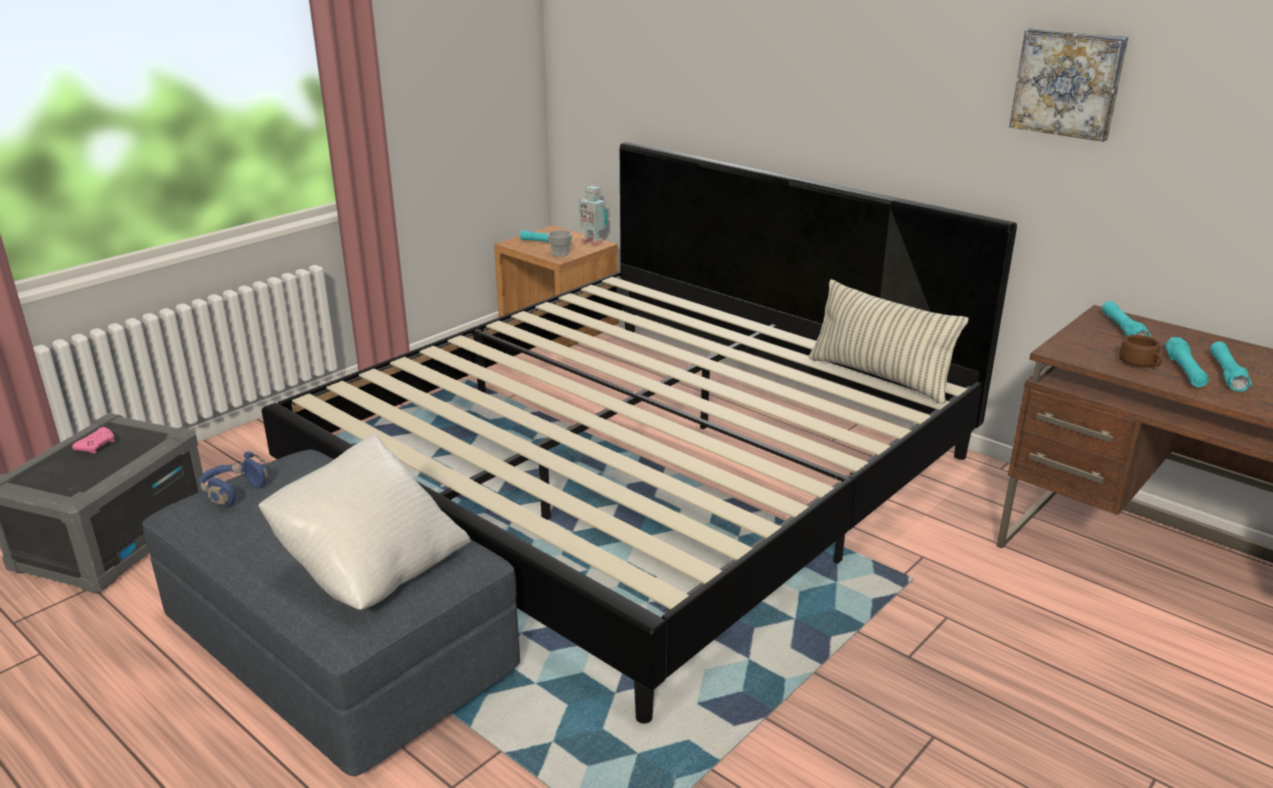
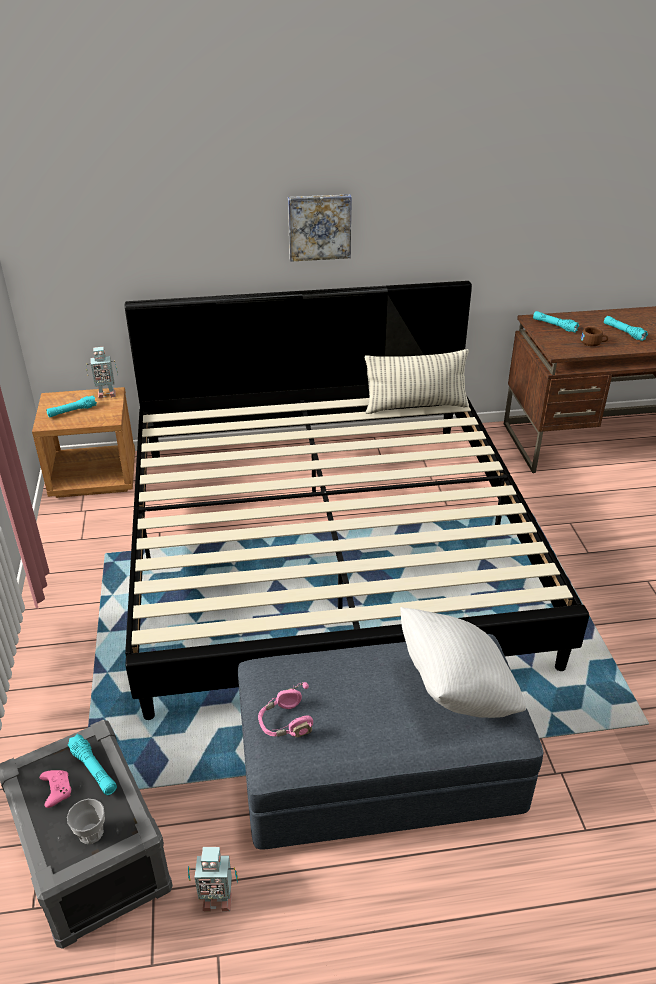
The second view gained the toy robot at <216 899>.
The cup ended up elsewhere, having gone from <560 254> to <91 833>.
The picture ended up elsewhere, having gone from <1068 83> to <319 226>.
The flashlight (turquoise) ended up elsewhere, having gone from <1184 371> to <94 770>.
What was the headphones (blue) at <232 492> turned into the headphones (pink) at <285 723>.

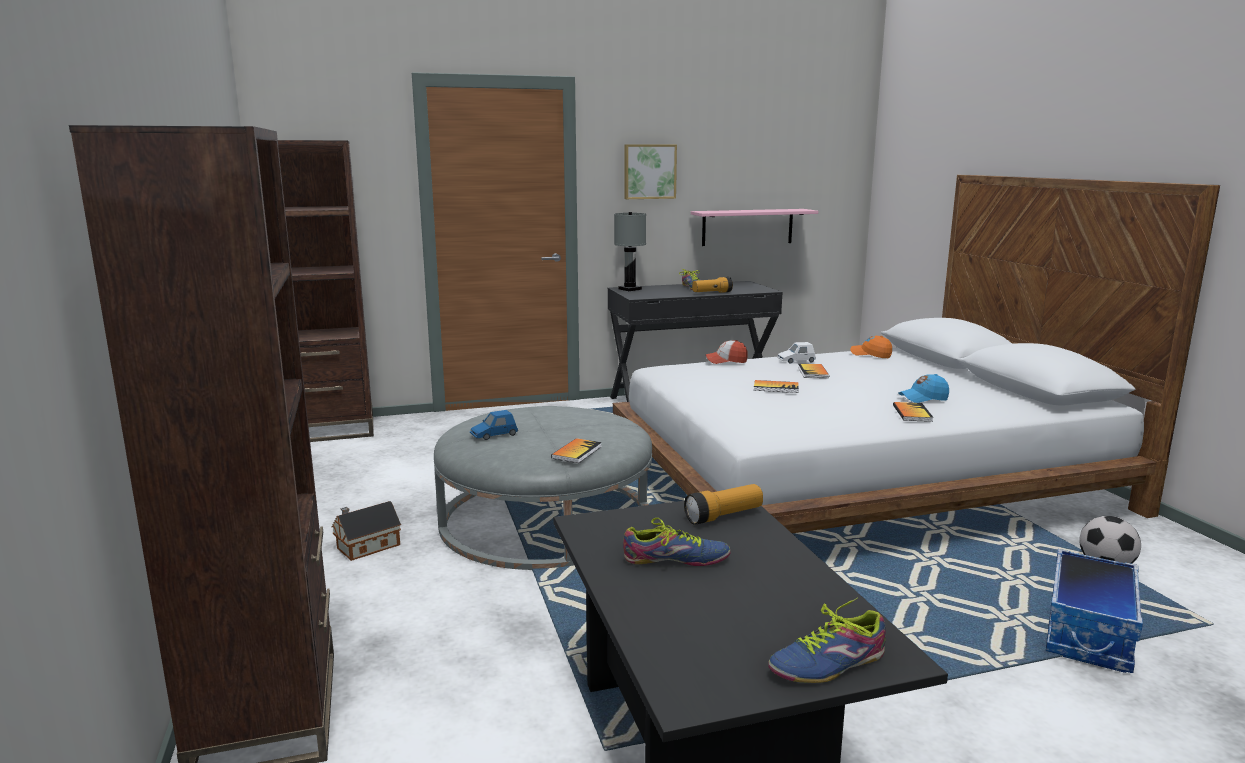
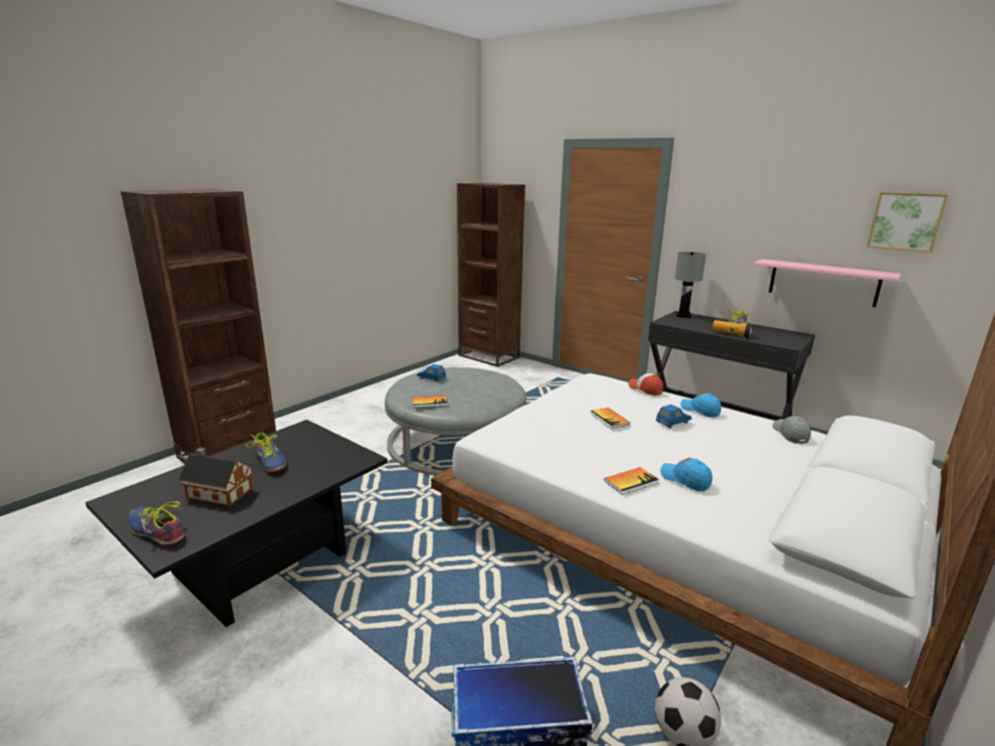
The second view lost the flashlight at <724 516>.
The toy house ended up elsewhere, having gone from <366 547> to <218 492>.
The picture ended up elsewhere, having gone from <649 171> to <906 221>.
Where the toy car (white) stood at <796 361>, the cap (blue) came to stand at <700 410>.
Where the book stood at <813 372>, the toy car (blue) came to stand at <673 422>.
What was the cap (orange) at <871 354> turned into the cap (grey) at <790 434>.

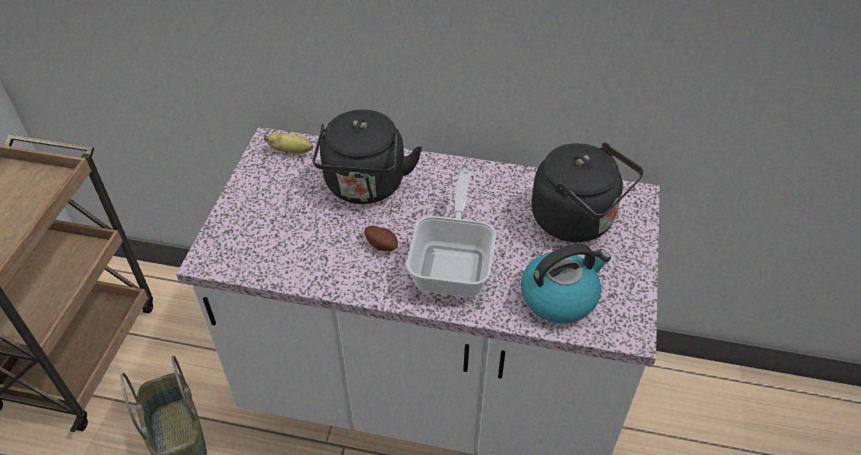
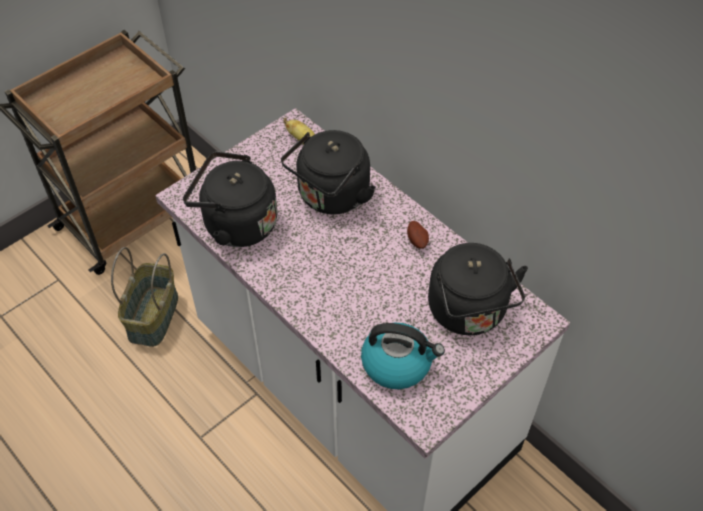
The second view lost the frying pan at <454 263>.
The second view gained the kettle (black) at <236 224>.
The potato ended up elsewhere, having gone from <382 245> to <417 240>.

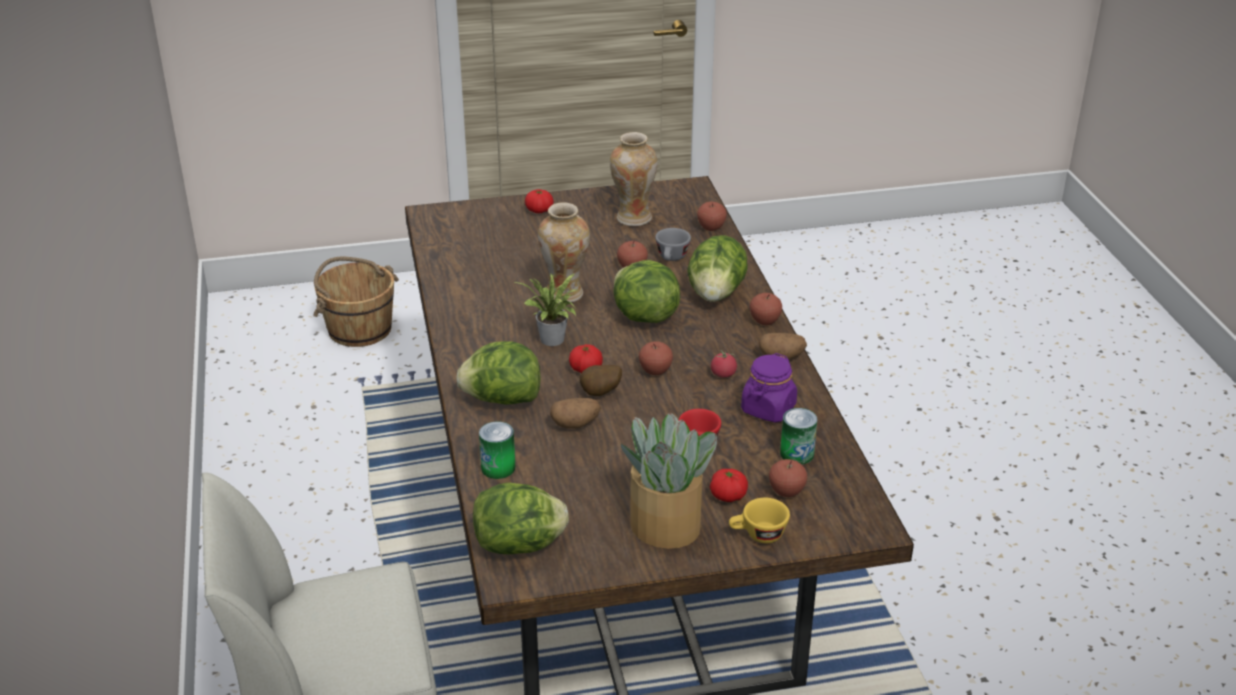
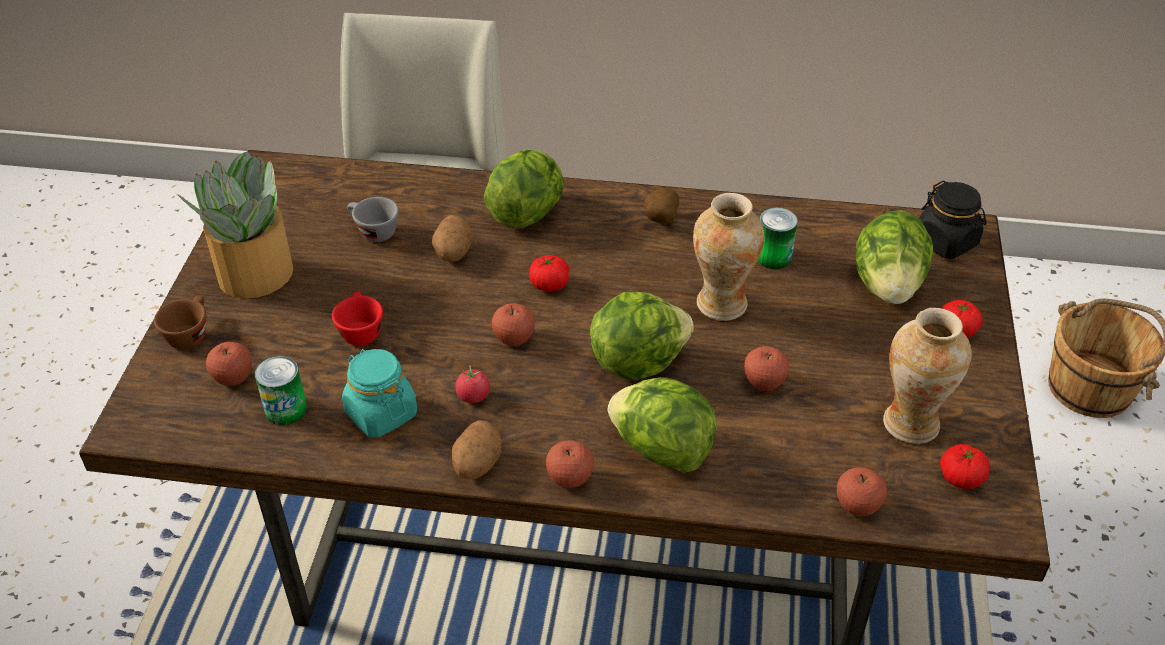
The second view lost the potted plant at <552 341>.
The second view gained the jar (black) at <946 242>.
The lettuce ended up elsewhere, having gone from <520 545> to <888 285>.
The can ended up elsewhere, having gone from <498 468> to <773 257>.
The potato ended up elsewhere, having gone from <601 394> to <659 220>.
The cup (grey) ended up elsewhere, having gone from <672 258> to <372 231>.
The tomato ended up elsewhere, having gone from <728 496> to <961 477>.
What was the cup (yellow) at <758 535> turned into the cup (brown) at <189 333>.
What was the jar (purple) at <768 409> turned into the jar (turquoise) at <381 413>.

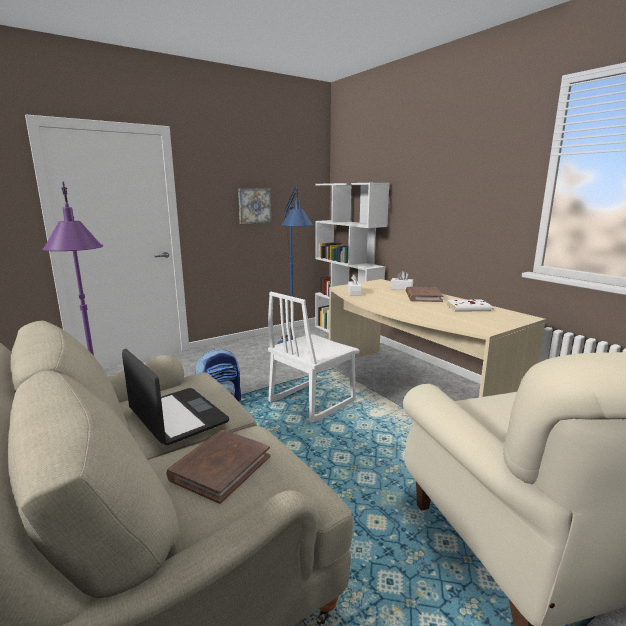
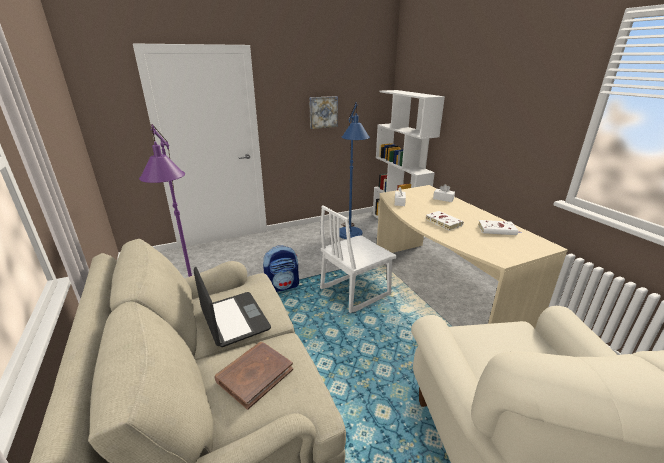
The second view lost the book (brown) at <423 297>.
The second view gained the book (white) at <442 222>.

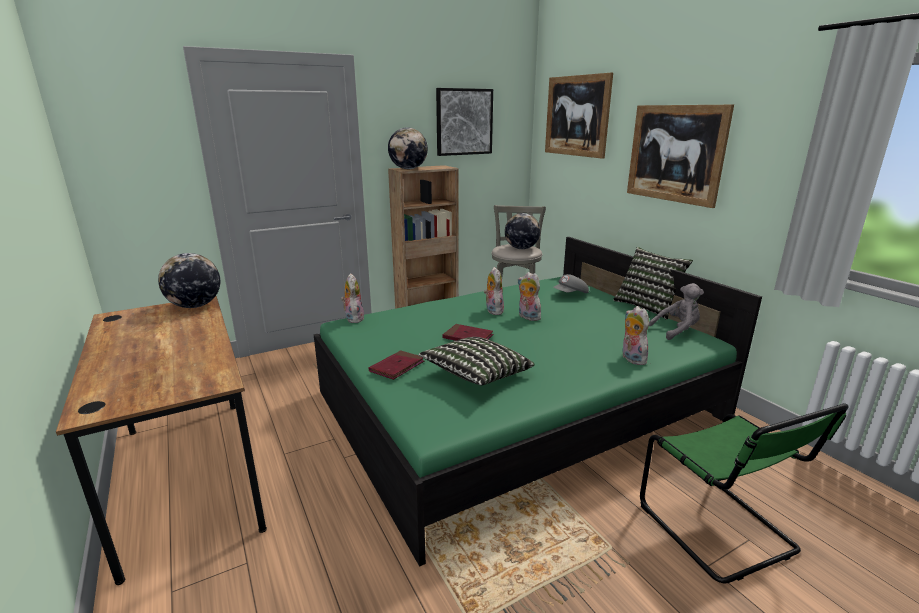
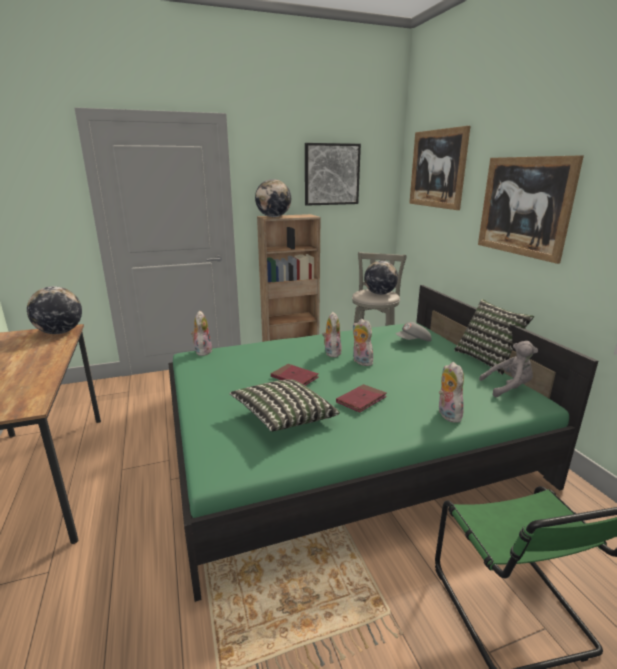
The book (red) ended up elsewhere, having gone from <397 367> to <361 400>.

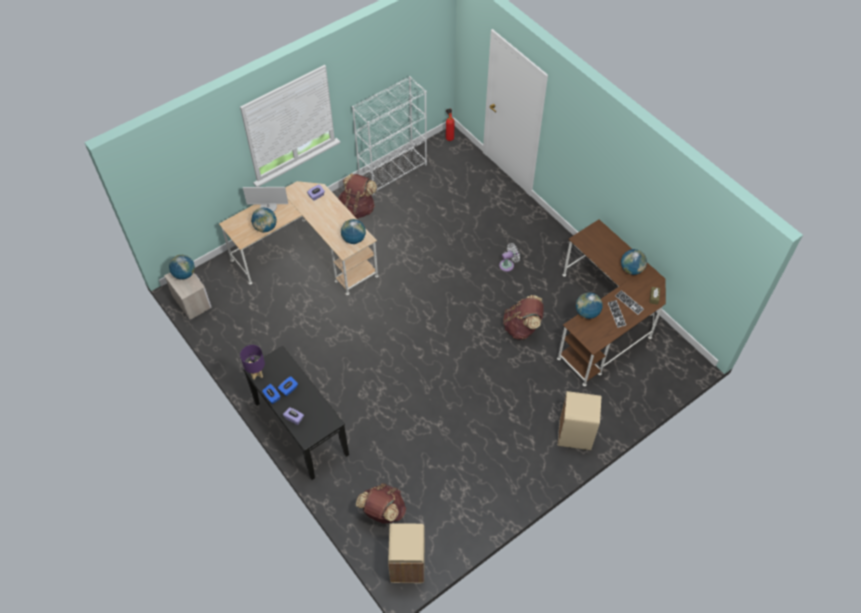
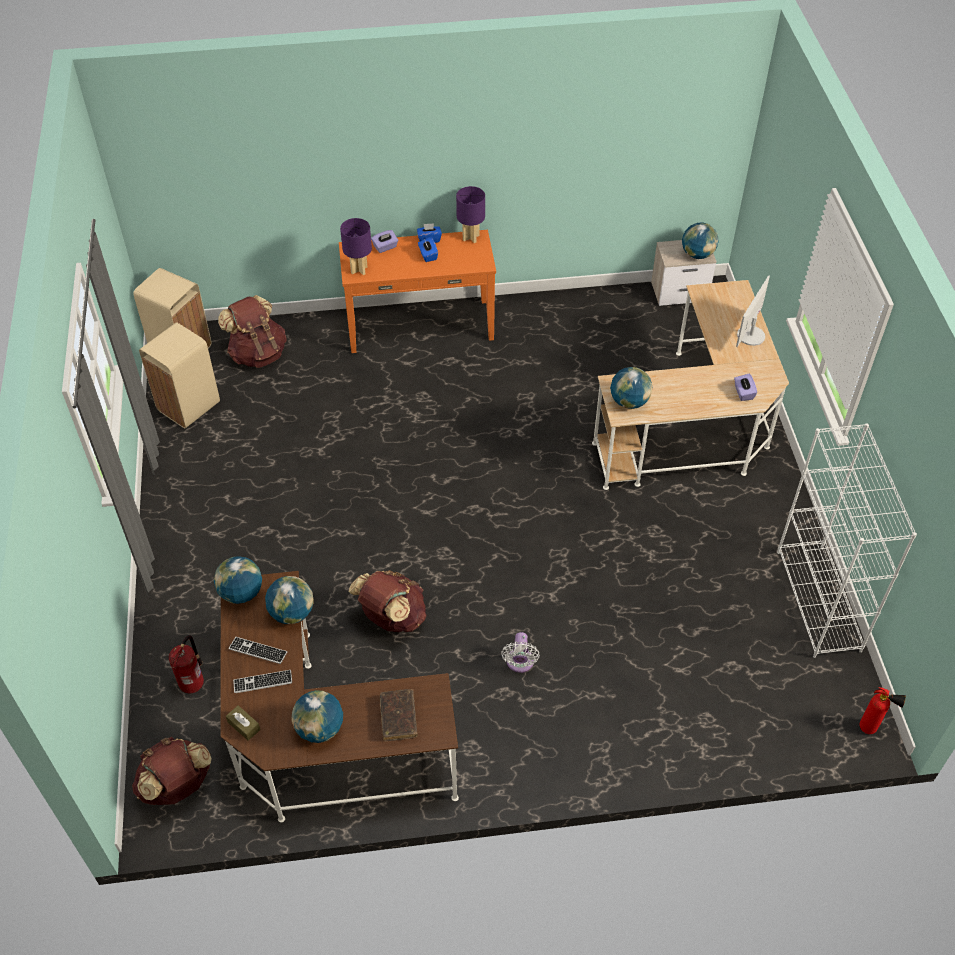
The second view gained the fire extinguisher at <192 682>.
The second view gained the table lamp (purple) at <359 269>.
The second view gained the book (brown) at <398 718>.
The globe ended up elsewhere, having gone from <265 227> to <241 593>.
The backpack (brown) ended up elsewhere, having gone from <358 208> to <178 786>.
The trash can (beige) ended up elsewhere, having gone from <575 435> to <188 406>.
What was the console table (black) at <300 429> turned into the console table (orange) at <420 325>.

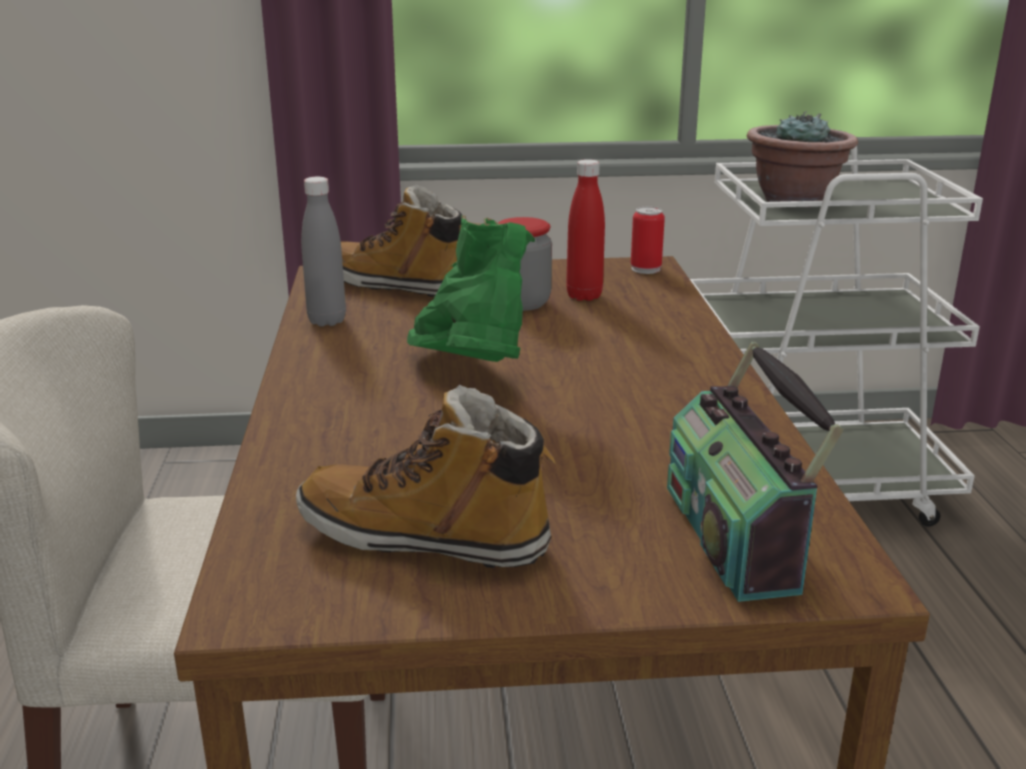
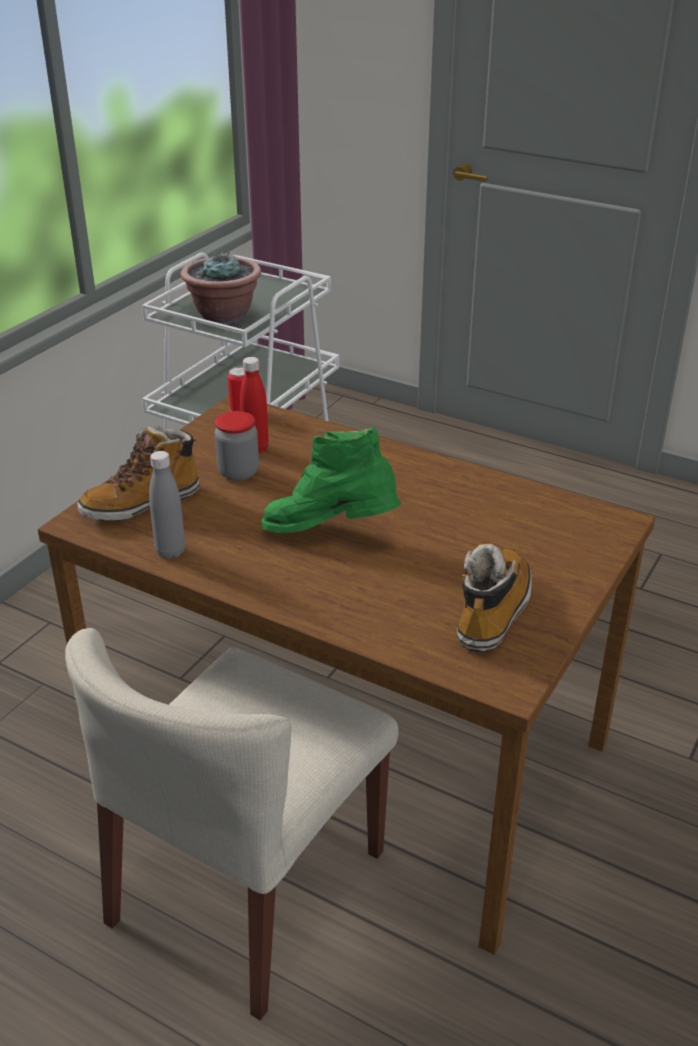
The second view lost the radio at <736 535>.
The boot at <426 538> ended up facing another way, 150 degrees clockwise from before.

